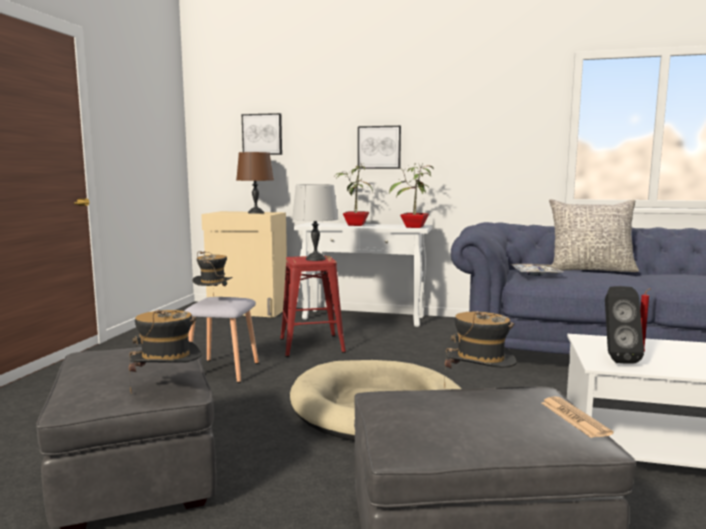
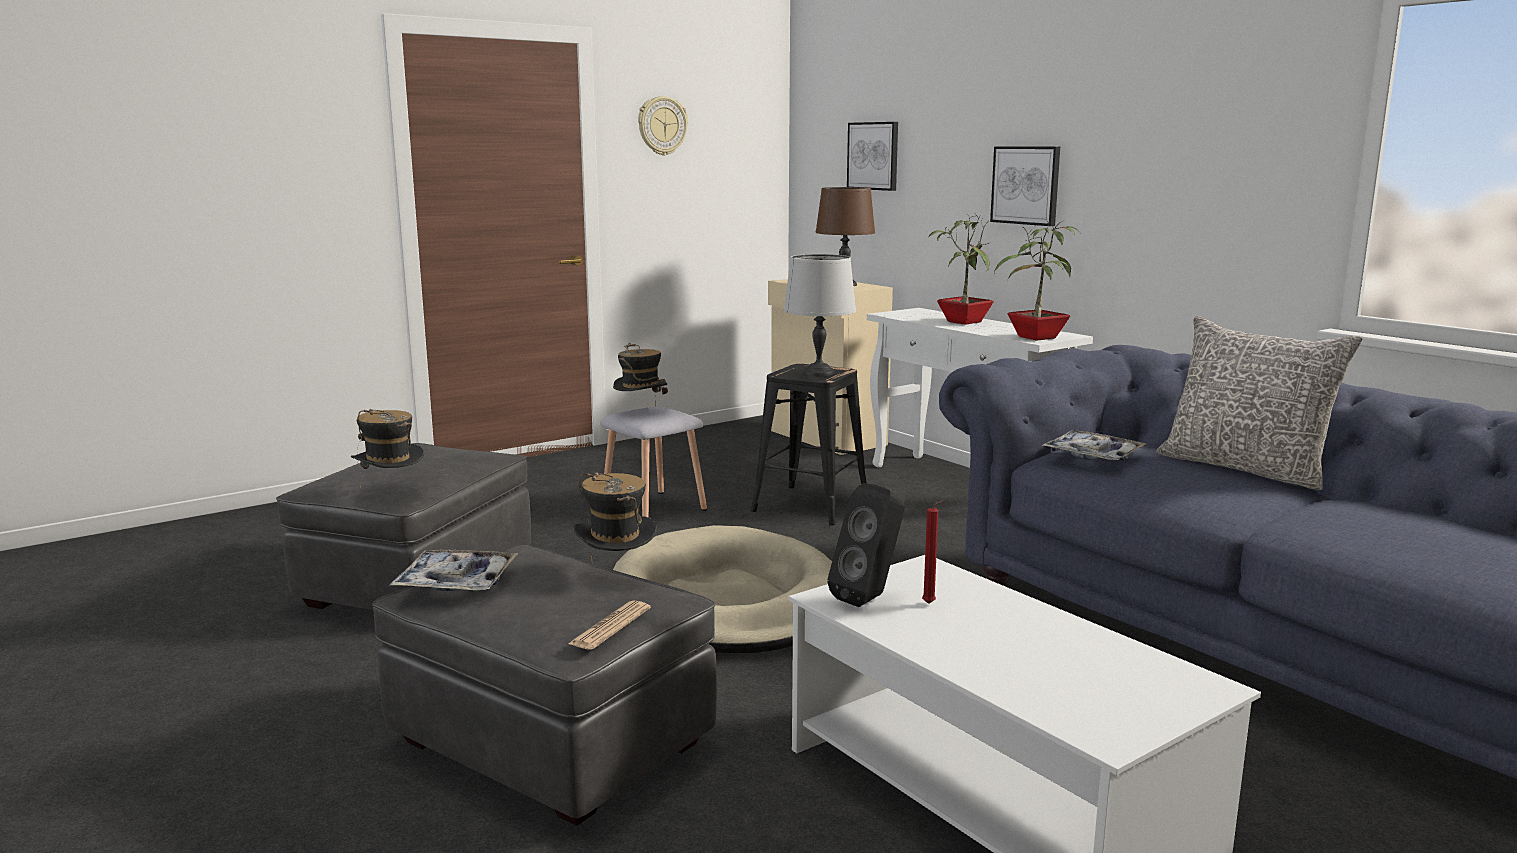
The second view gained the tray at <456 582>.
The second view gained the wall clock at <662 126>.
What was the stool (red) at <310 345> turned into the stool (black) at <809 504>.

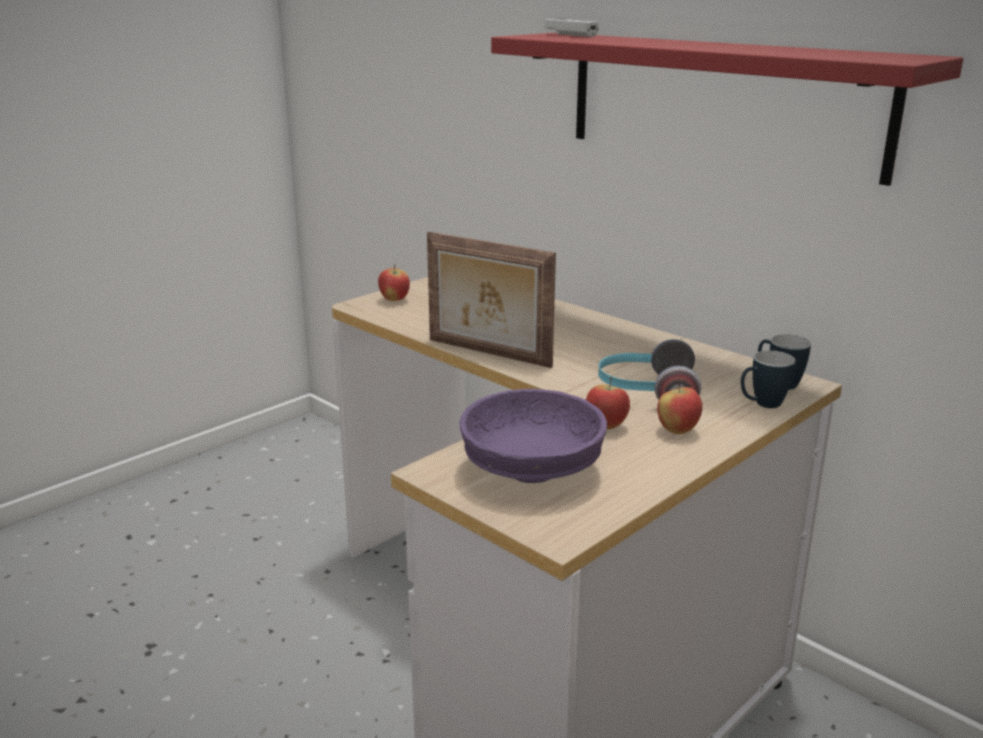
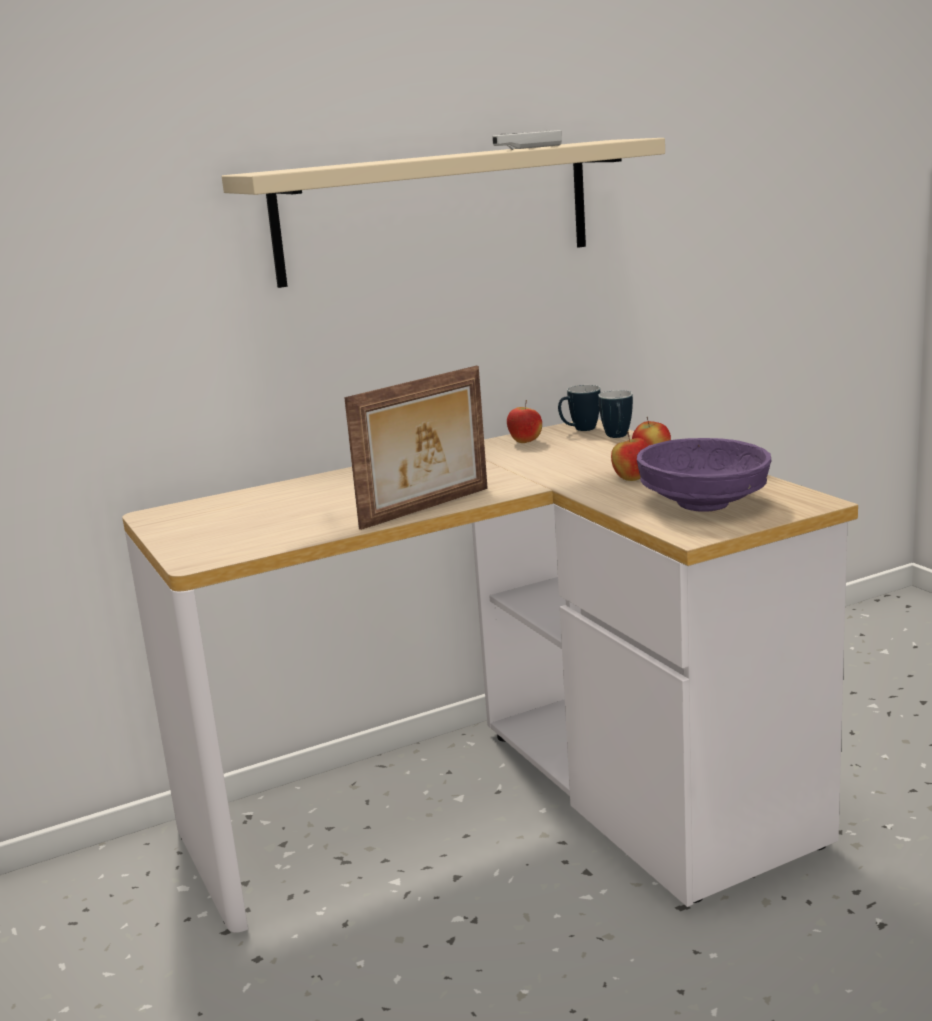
The second view lost the headphones at <646 392>.
The apple ended up elsewhere, having gone from <394 300> to <525 442>.
The game controller (white) ended up elsewhere, having gone from <570 35> to <528 148>.
What was the shelf (red) at <720 102> turned into the shelf (beige) at <435 211>.

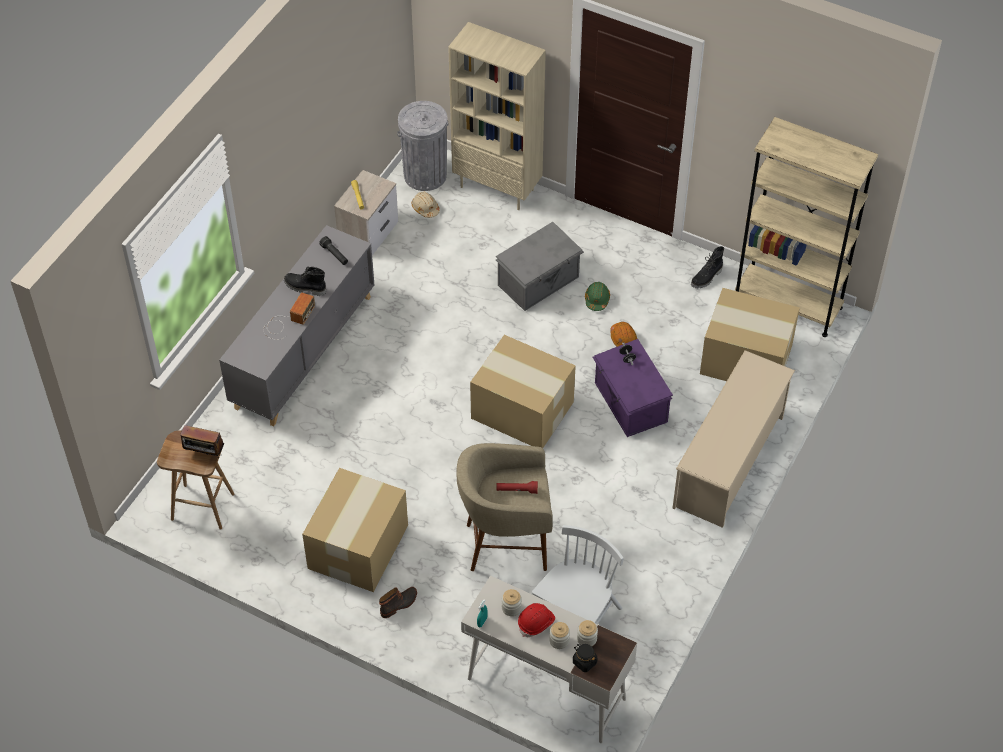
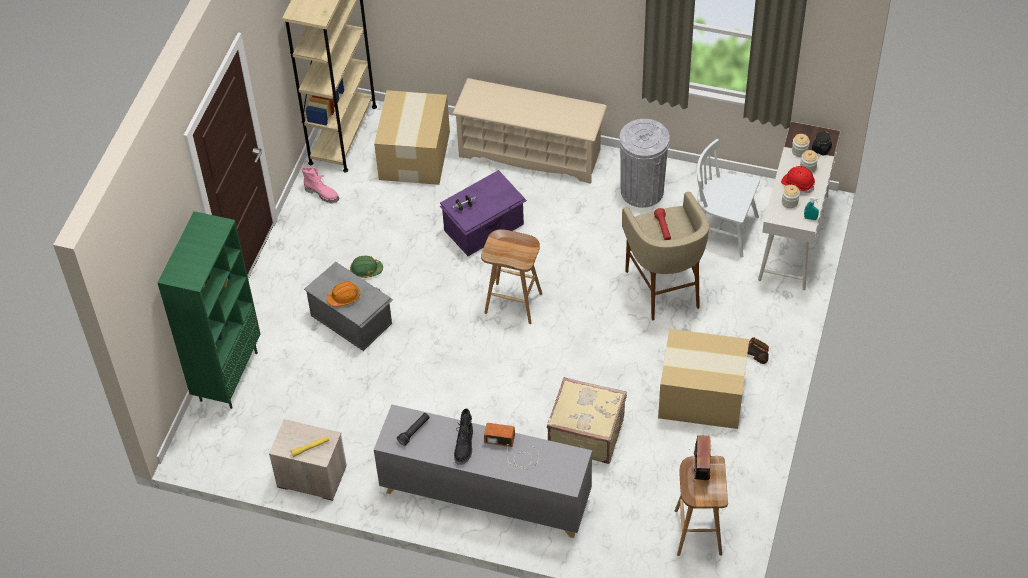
The second view lost the hard hat (beige) at <425 208>.
The second view gained the suitcase (beige) at <586 432>.
The trash can (grey) ended up elsewhere, having gone from <425 175> to <642 191>.
The hard hat (orange) ended up elsewhere, having gone from <623 338> to <344 297>.
Where the cardboard box stood at <523 411>, the stool (brown) came to stand at <514 303>.
What was the bookcase (beige) at <498 188> turned into the bookcase (green) at <228 375>.
What was the boot (black) at <707 278> turned into the boot (pink) at <322 194>.

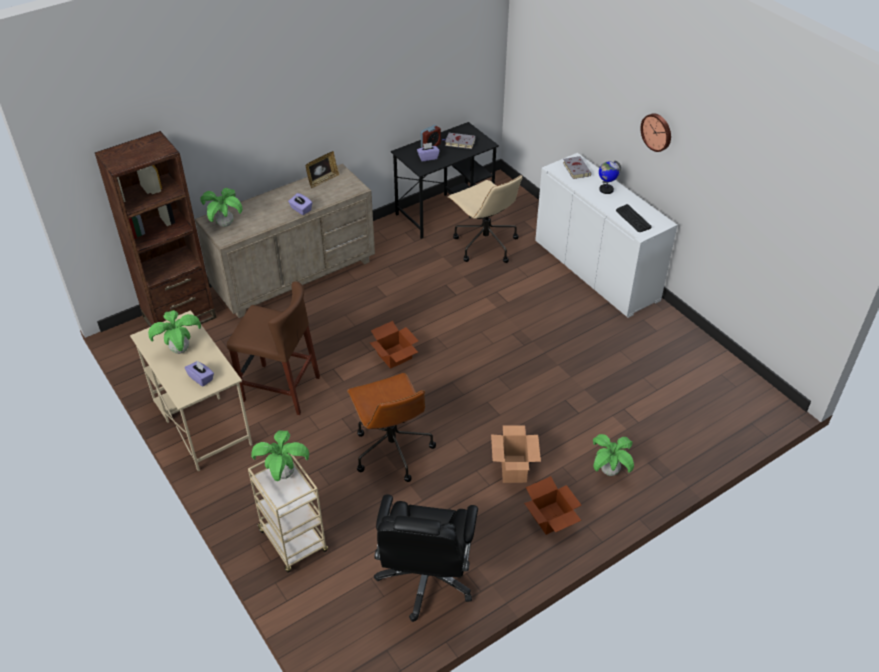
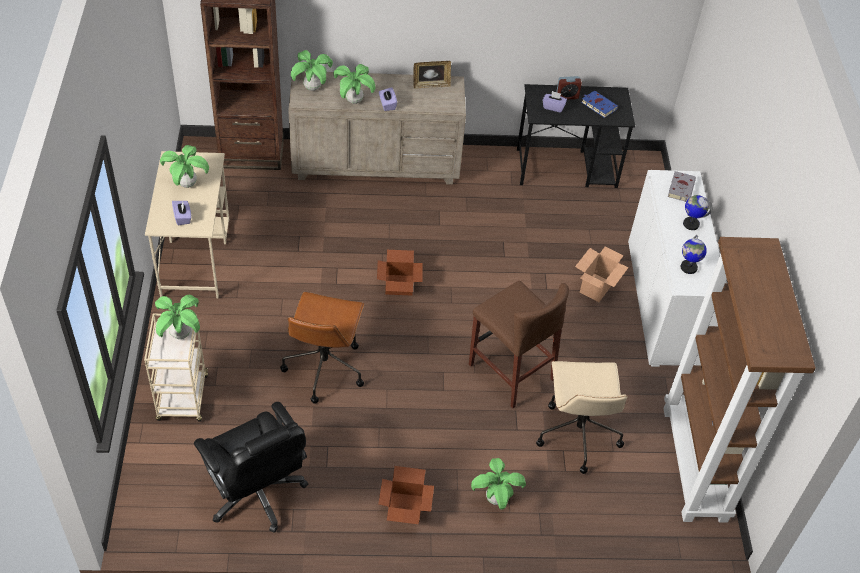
The second view lost the wall clock at <657 132>.
The second view gained the potted plant at <354 101>.
The second view gained the bookcase (brown) at <695 464>.
The stool (brown) ended up elsewhere, having gone from <280 389> to <511 372>.
The office chair (beige) ended up elsewhere, having gone from <484 244> to <577 434>.
The cardboard box ended up elsewhere, having gone from <513 469> to <596 287>.
Where the keyboard stood at <633 219>, the globe came to stand at <688 267>.
What was the book (grey) at <459 142> turned into the book (blue) at <598 105>.
The office chair (black) at <426 579> ended up facing another way, 75 degrees counterclockwise from before.

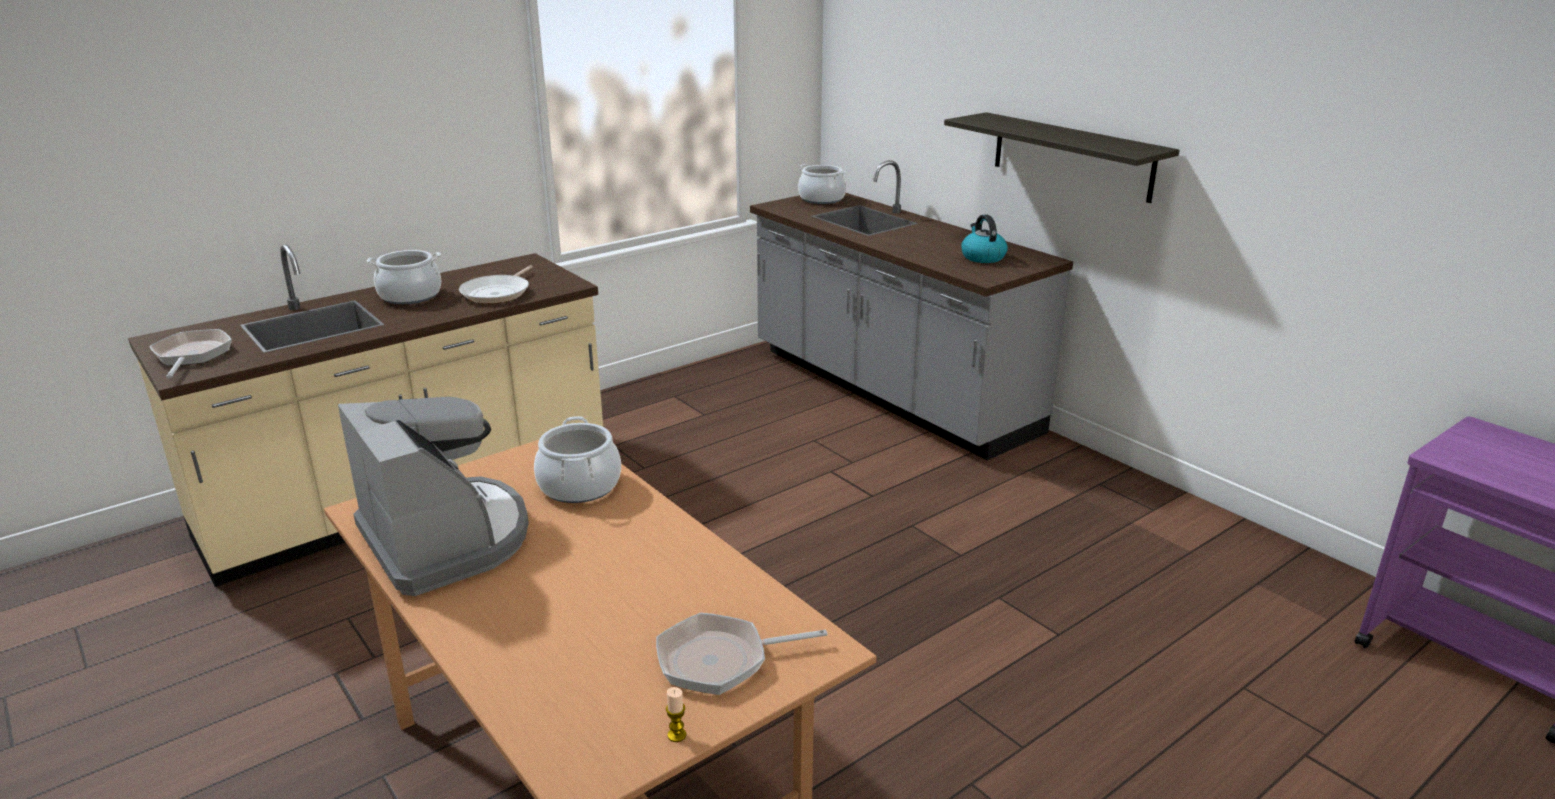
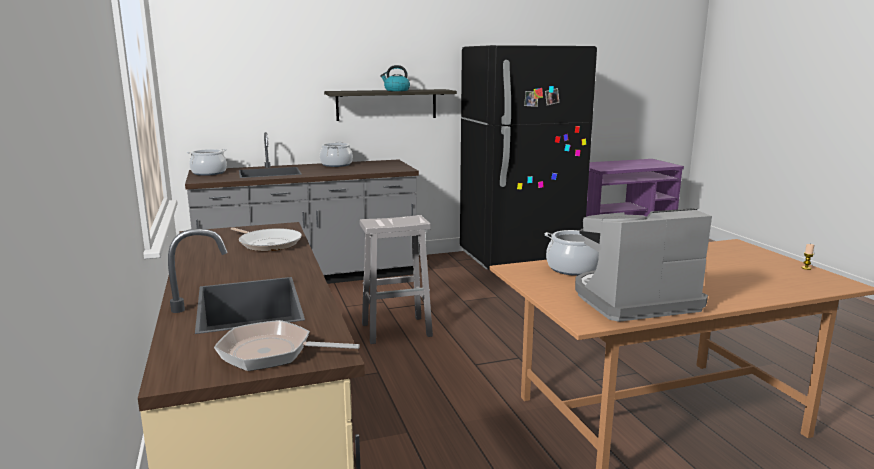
The second view lost the frying pan at <720 660>.
The second view gained the stool (white) at <397 330>.
The second view gained the fridge (black) at <519 258>.
The cooking pot ended up elsewhere, having gone from <410 296> to <336 165>.
The kettle ended up elsewhere, having gone from <982 257> to <396 90>.

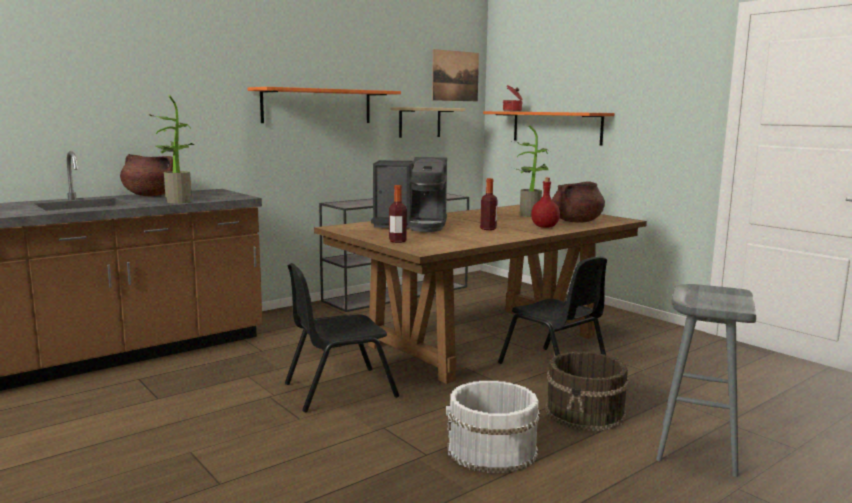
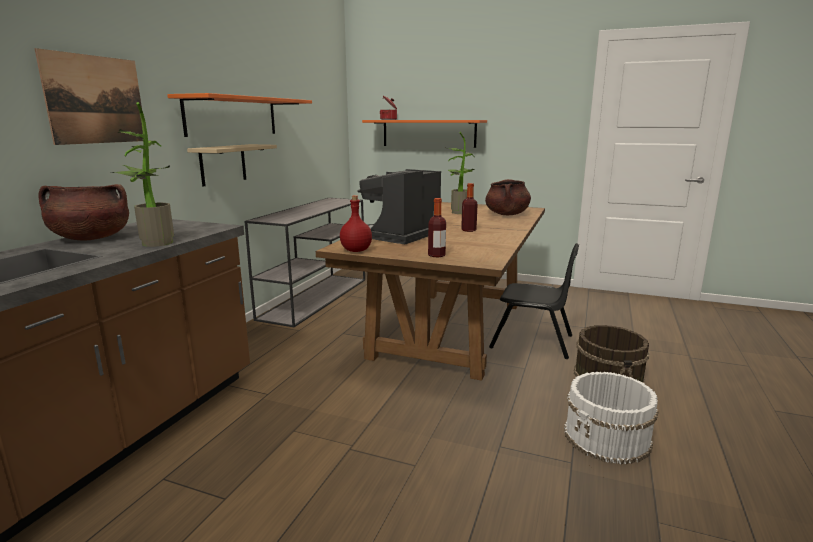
The second view lost the chair (black) at <339 390>.
The second view lost the stool (grey) at <696 447>.
The shelf (beige) ended up elsewhere, having gone from <419 122> to <223 164>.
The picture ended up elsewhere, having gone from <455 76> to <96 100>.
The bottle (red) ended up elsewhere, having gone from <544 227> to <356 251>.
The coffee machine at <412 226> ended up facing another way, 150 degrees clockwise from before.

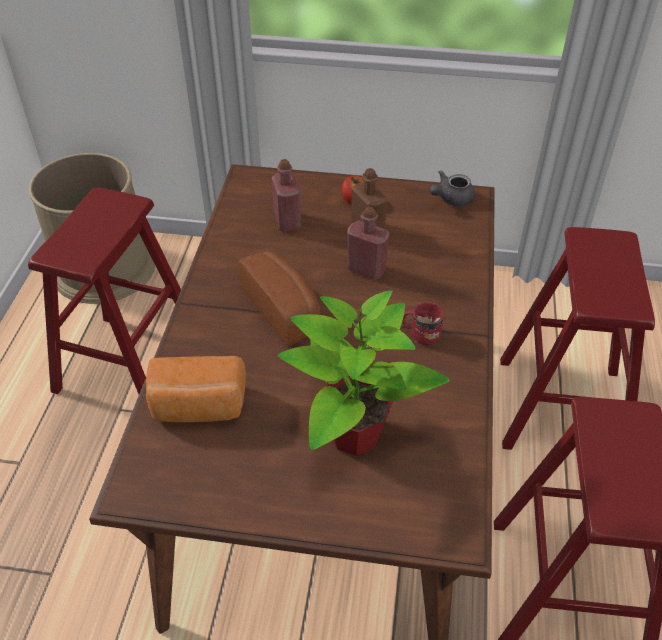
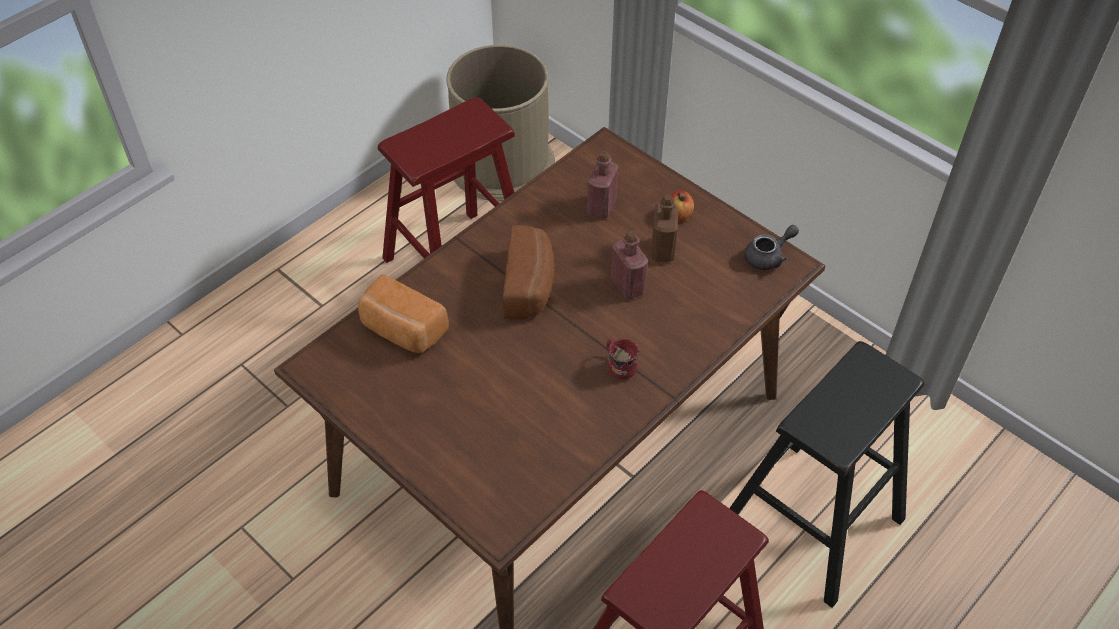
The second view lost the potted plant at <352 433>.
What was the stool (red) at <561 408> turned into the stool (black) at <812 521>.
The teapot (grey) at <451 199> ended up facing another way, 150 degrees clockwise from before.

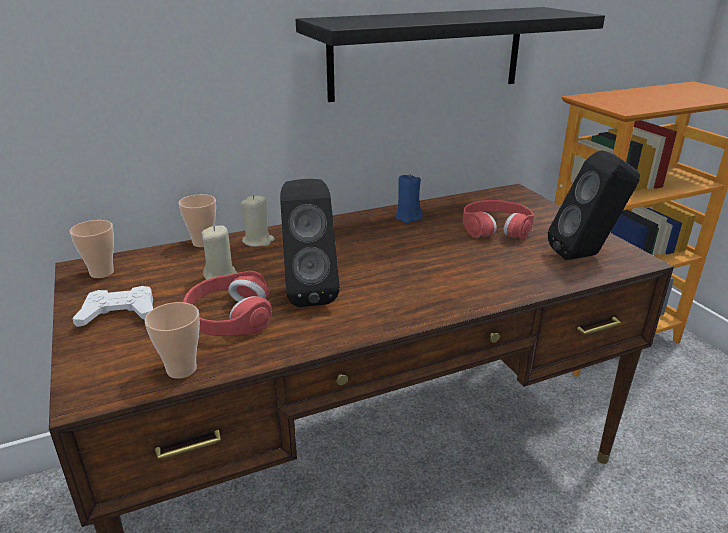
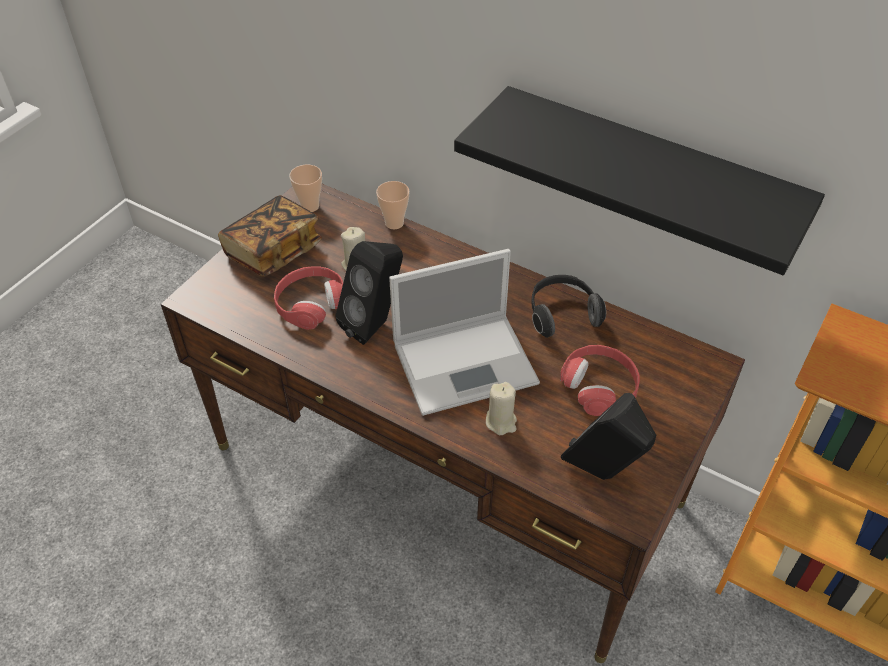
The second view lost the cup at <181 369>.
The second view gained the laptop at <467 362>.
The candle (beige) ended up elsewhere, having gone from <258 241> to <501 422>.
Where the game controller (white) stood at <119 313>, the book came to stand at <273 250>.
Where the candle (blue) stood at <408 217>, the headphones came to stand at <562 314>.

